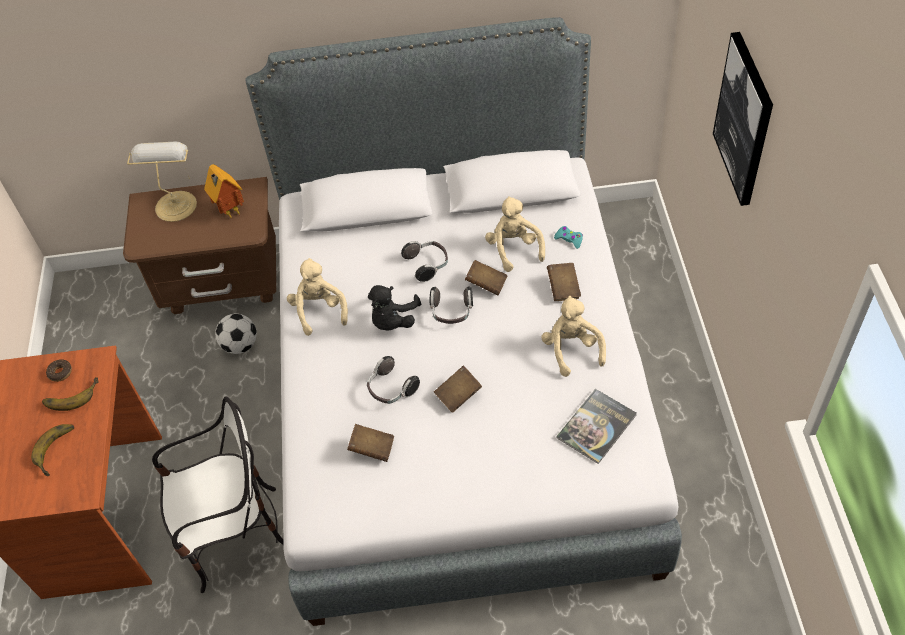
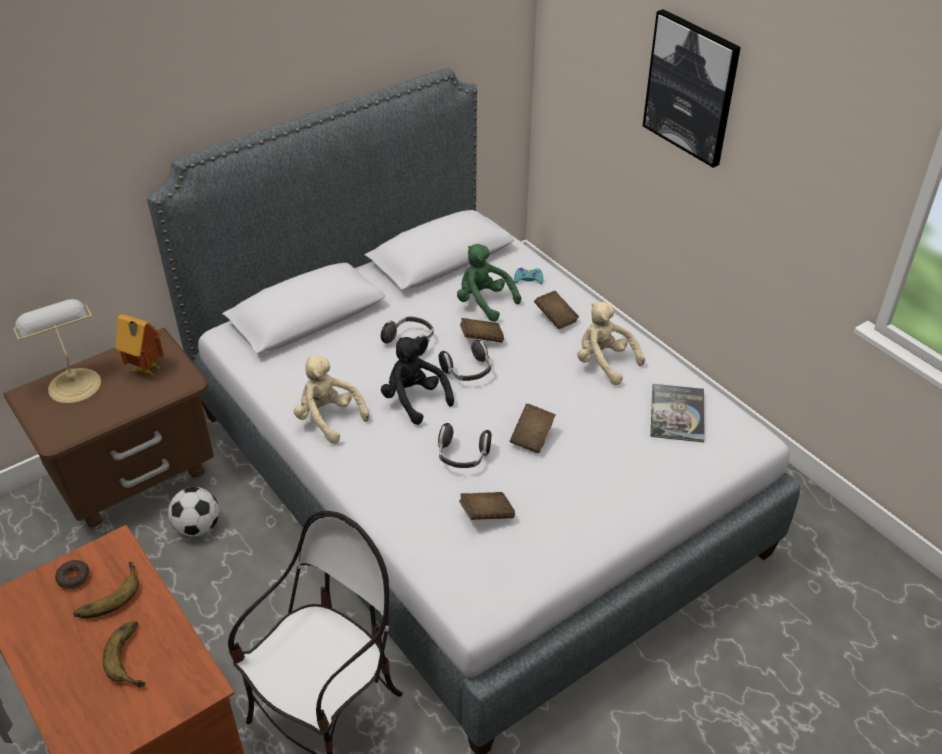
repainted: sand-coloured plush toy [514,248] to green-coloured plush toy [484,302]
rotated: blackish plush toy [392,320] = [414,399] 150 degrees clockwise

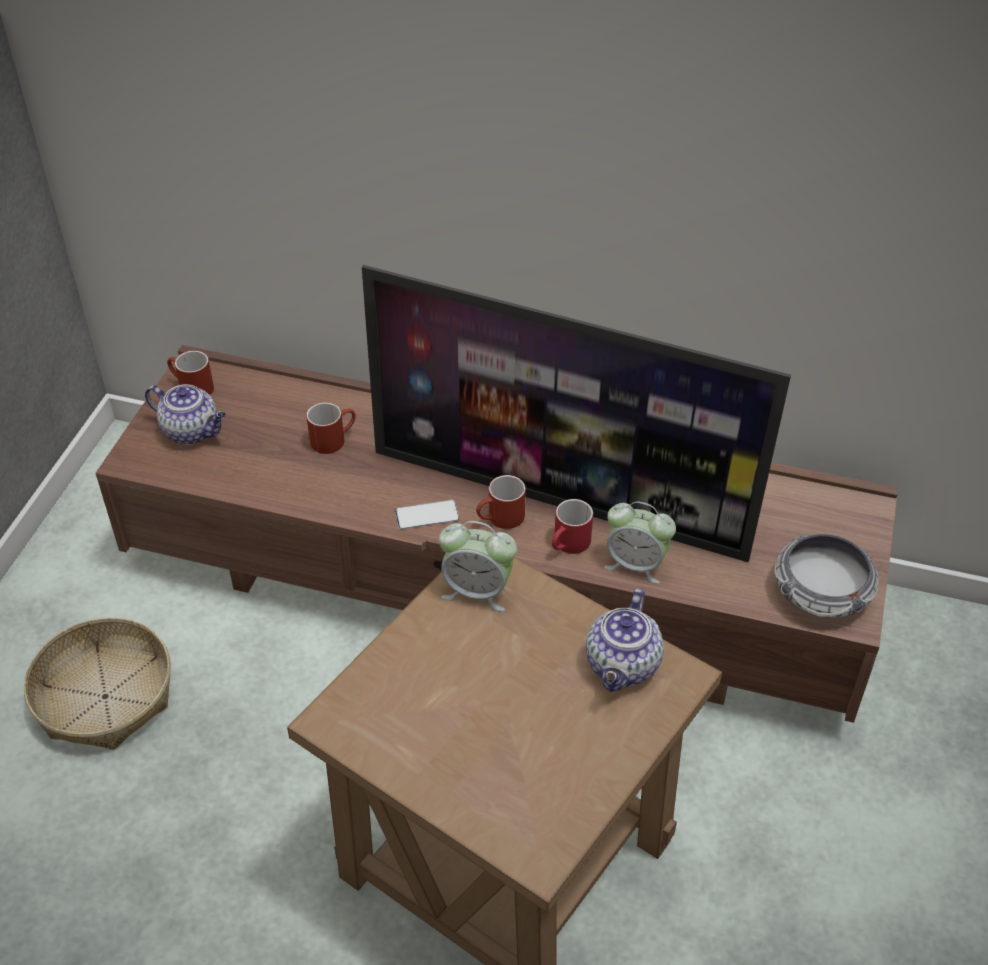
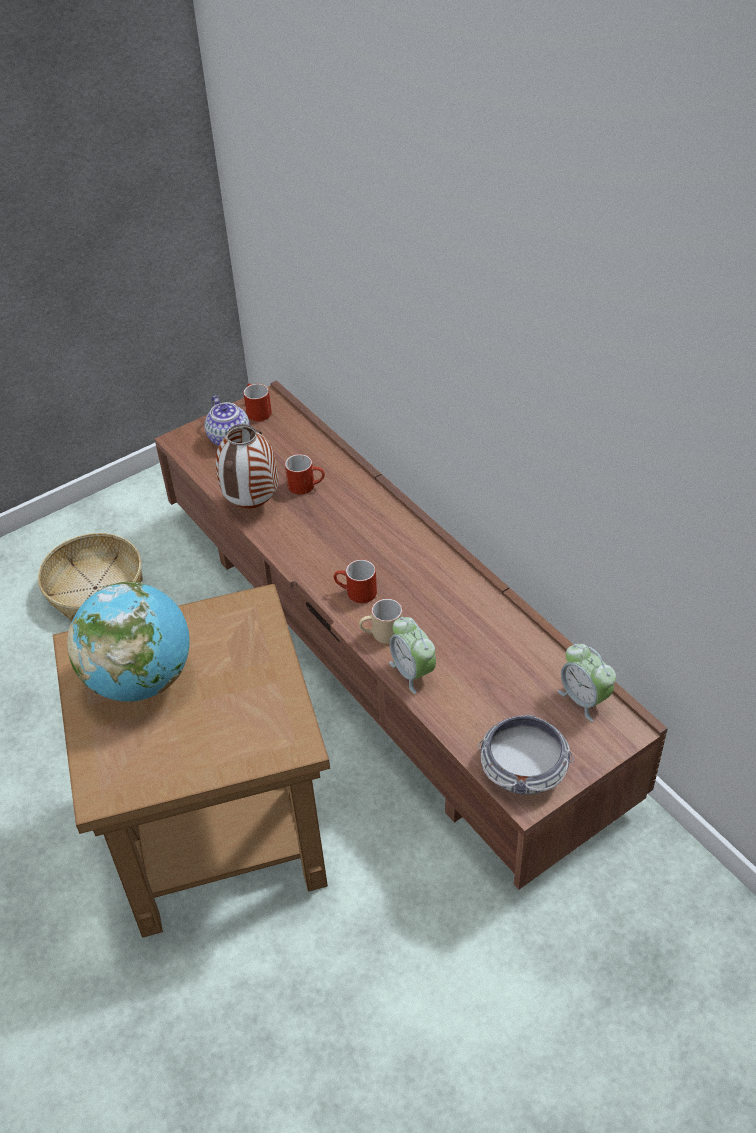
gone: television [559,501]; telephone [427,515]; pot for tea [623,666]
new: world globe [141,679]; vase [252,505]
shifted: alarm clock [477,591] to [584,699]
repainted: red mug [569,545] to sand-coloured mug [382,634]

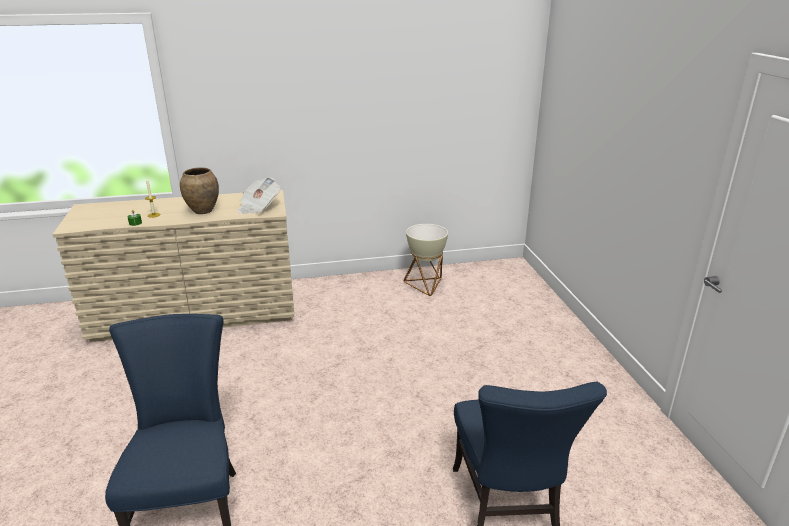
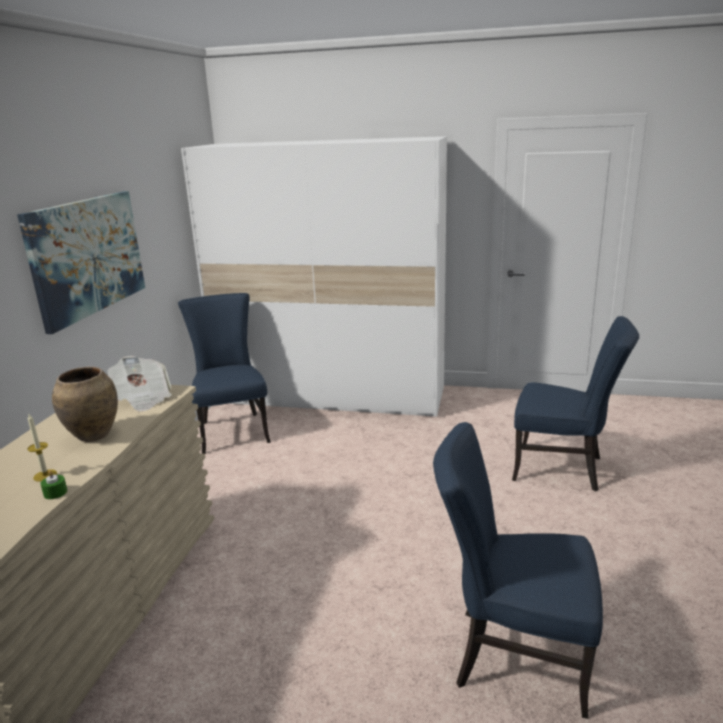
new: wall art [87,256]; white armoire [332,395]
swapped: flower pot [425,285] to bluish chair [232,430]

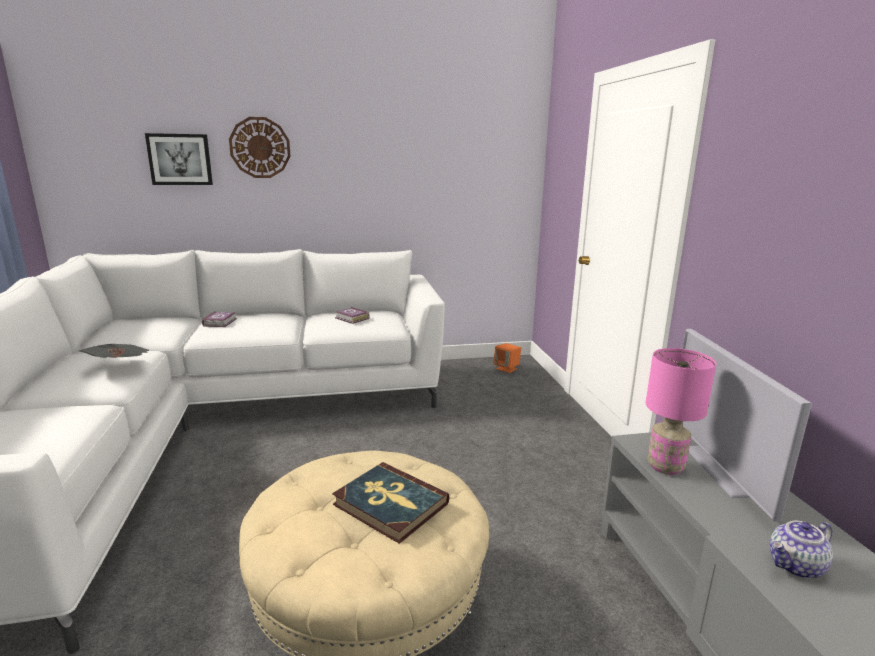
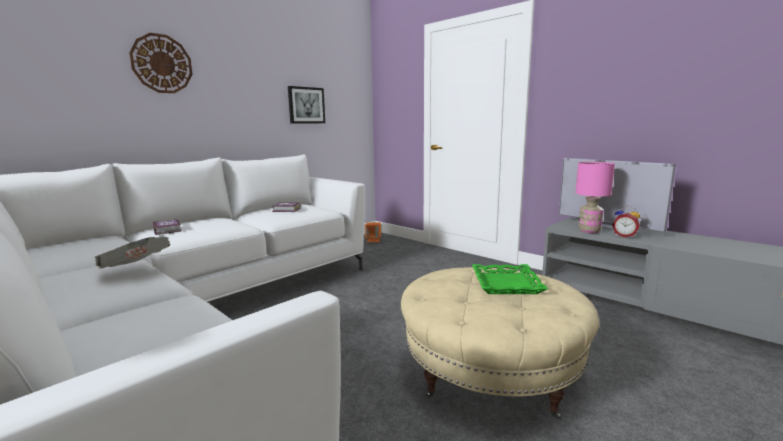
gone: pot for tea [796,566]
new: alarm clock [624,236]
shifted: wall art [180,159] to [306,105]
swapped: bound book [390,504] to green-coloured tray [507,284]

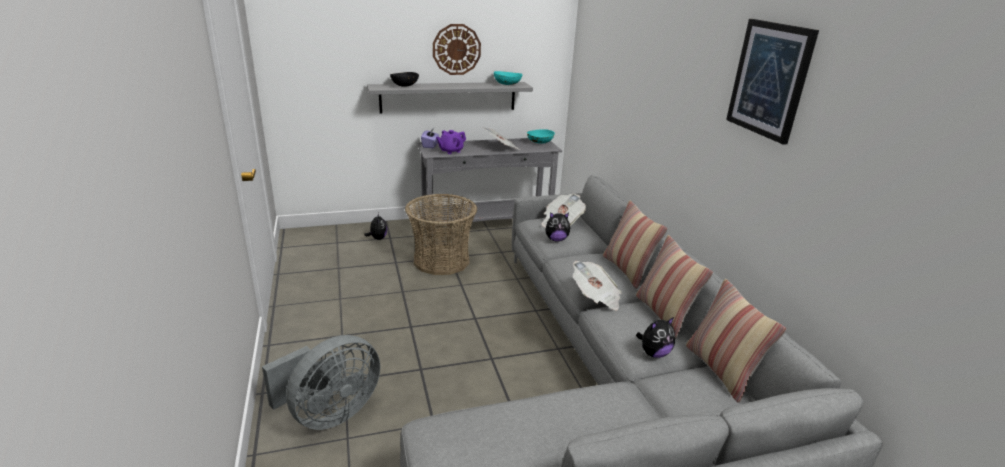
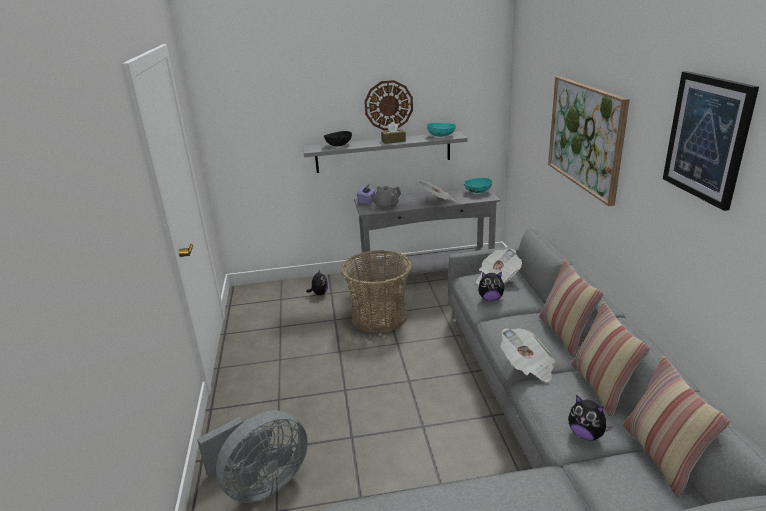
new: brown-coloured tissue holder [393,141]; wall art [585,136]
repainted: purple-coloured pot for tea [450,151] to grey pot for tea [386,206]
rotated: plush toy [654,353] = [586,434] 60 degrees clockwise

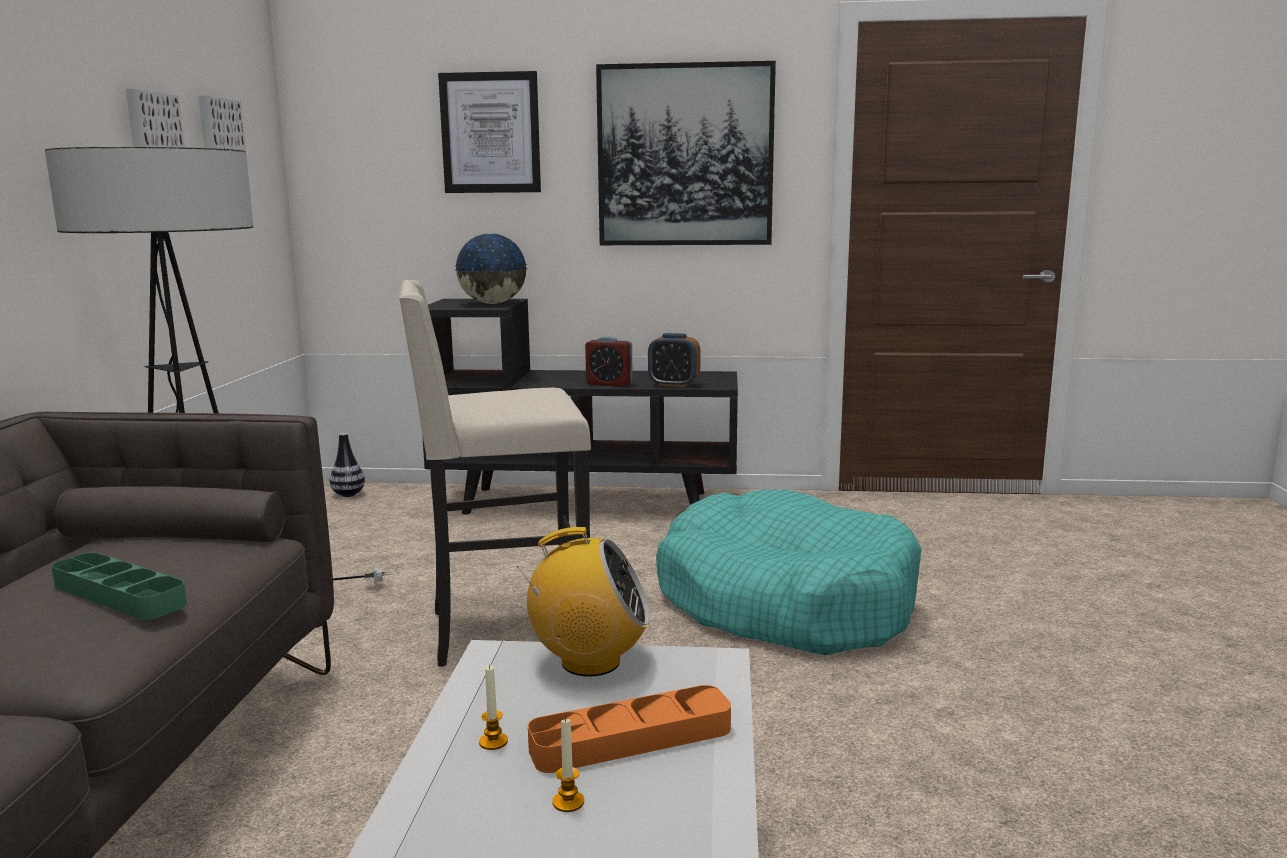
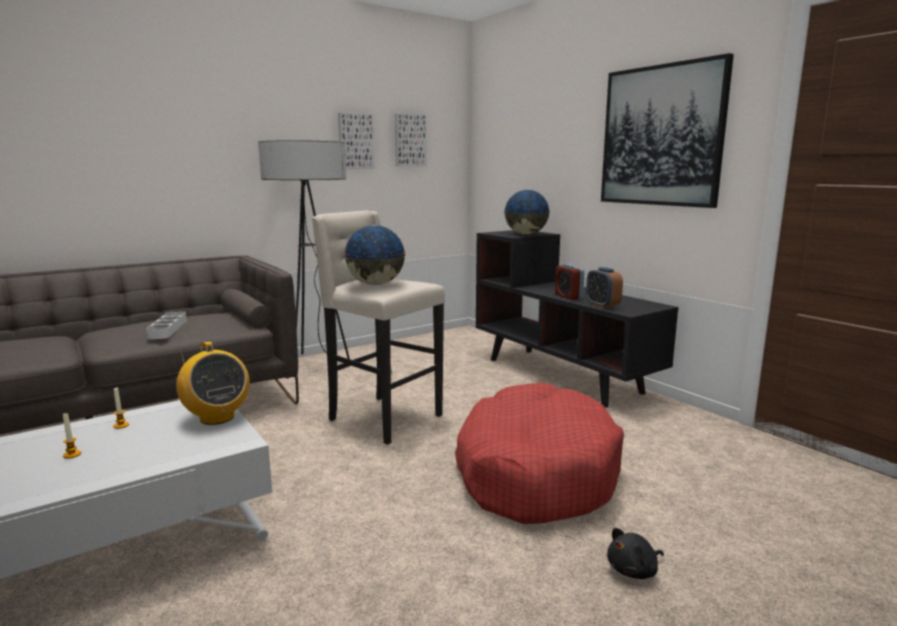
gone: vase [348,494]; wall art [490,133]; orange-coloured tray [631,738]
new: world globe [375,284]; blackish plush toy [634,570]
repainted: green-coloured tray [119,594] to grey tray [168,329]; turquoise-coloured dog bed [785,602] to red dog bed [535,472]

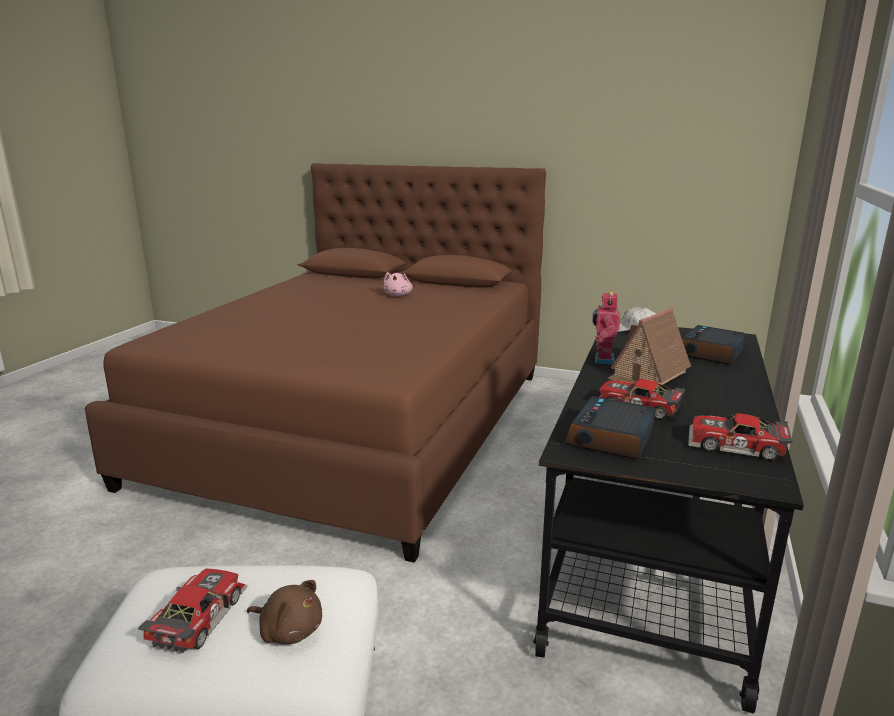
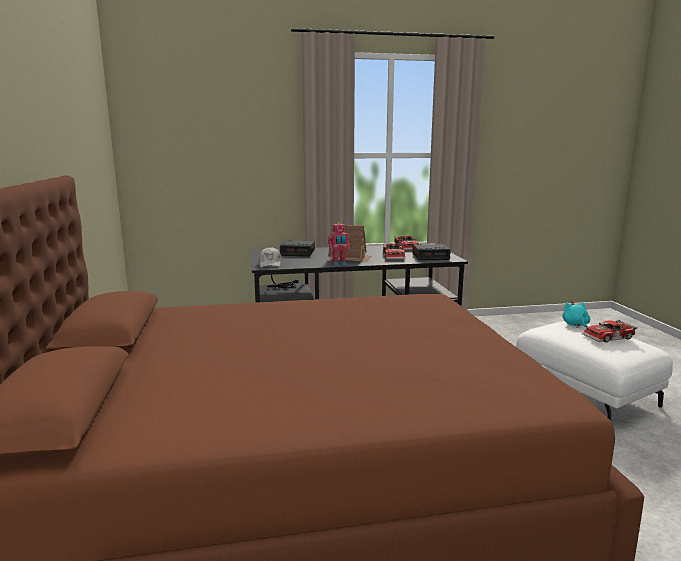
gone: pink-coloured plush toy [398,295]
repainted: brown-coloured plush toy [289,630] to turquoise-coloured plush toy [575,325]

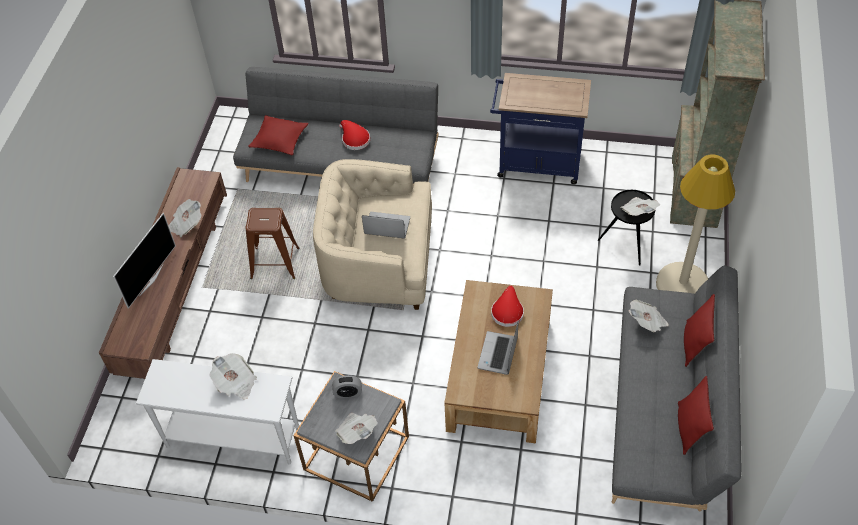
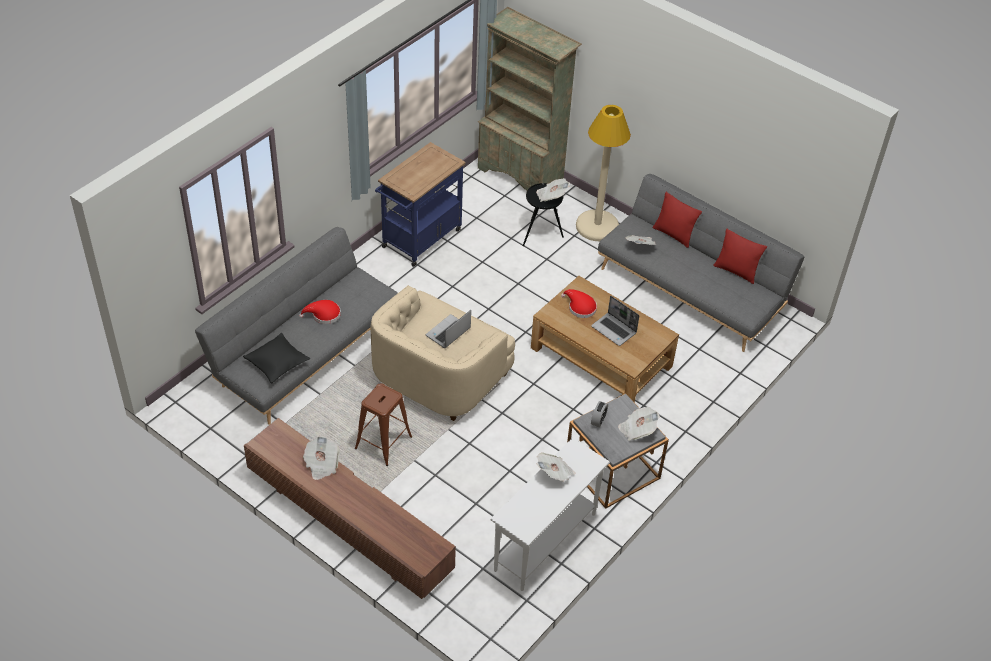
gone: television [151,279]
repainted: red throw pillow [279,140] to blackish throw pillow [277,362]

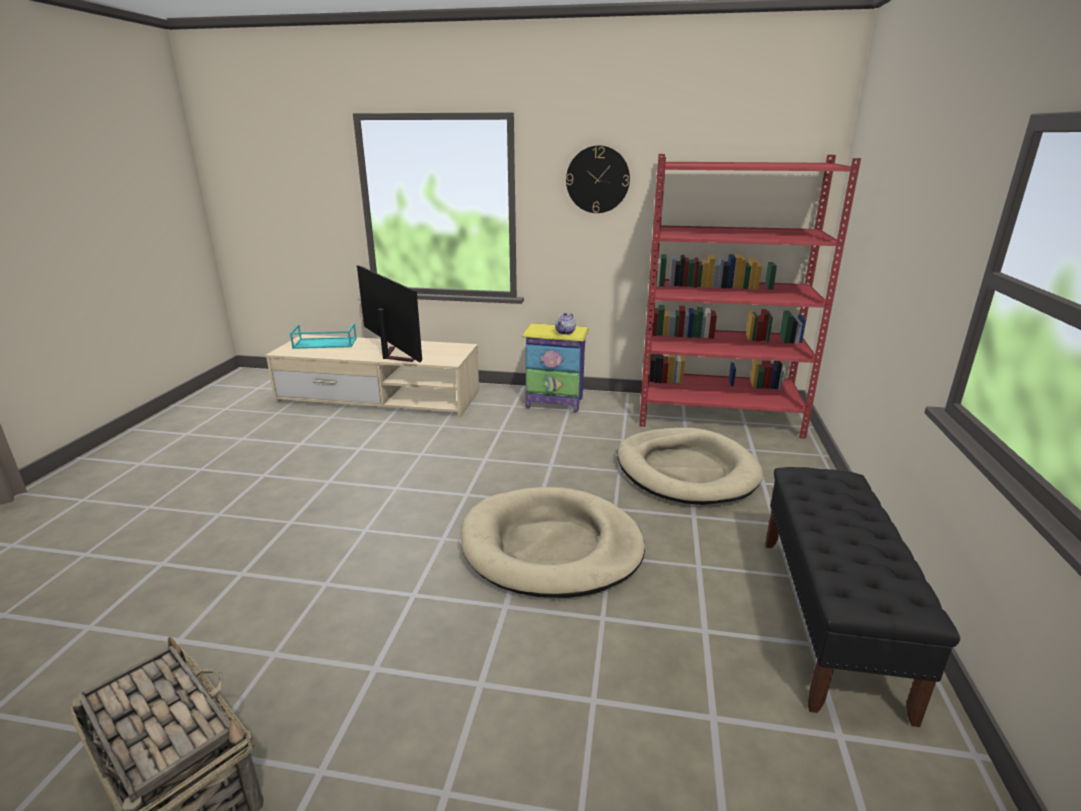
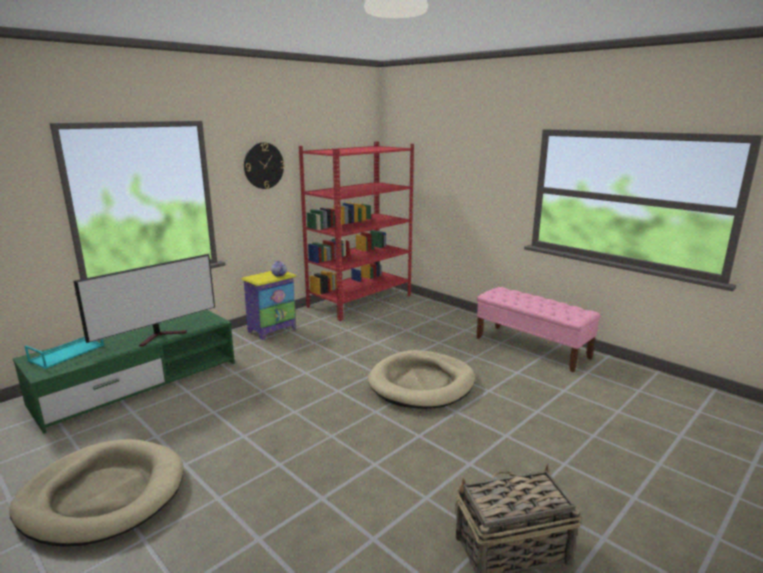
shifted: sand-coloured dog bed [685,471] to [103,495]
repainted: sand-coloured tv stand [380,396] to green-coloured tv stand [138,382]; blackish indoor bench [829,619] to pink-coloured indoor bench [532,348]
rotated: television [392,356] = [161,336] 135 degrees clockwise

